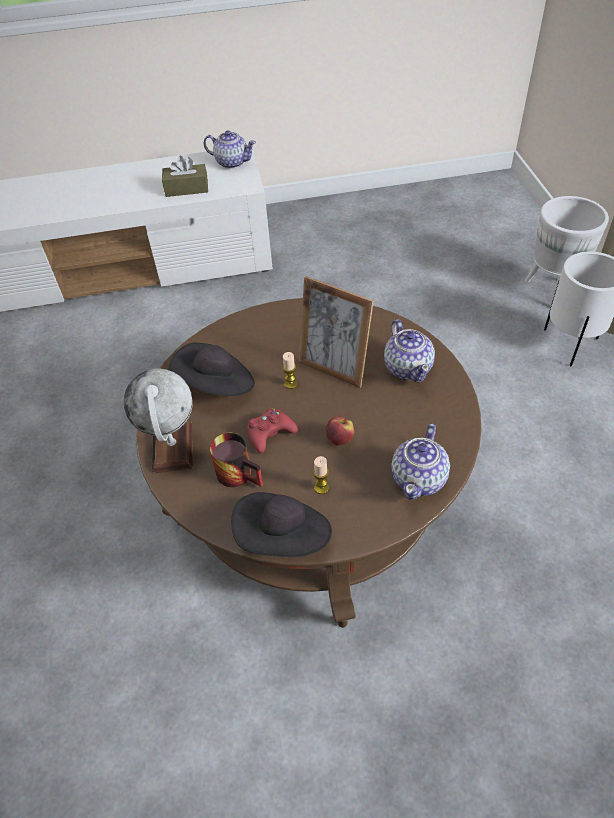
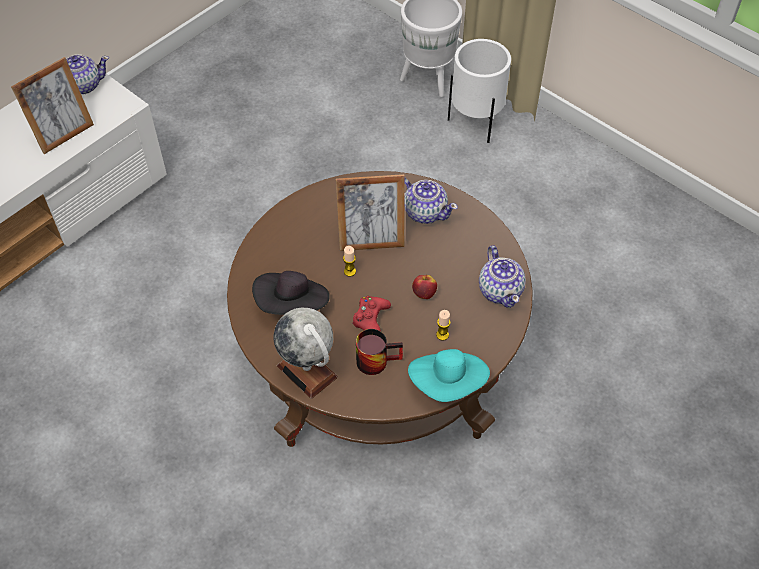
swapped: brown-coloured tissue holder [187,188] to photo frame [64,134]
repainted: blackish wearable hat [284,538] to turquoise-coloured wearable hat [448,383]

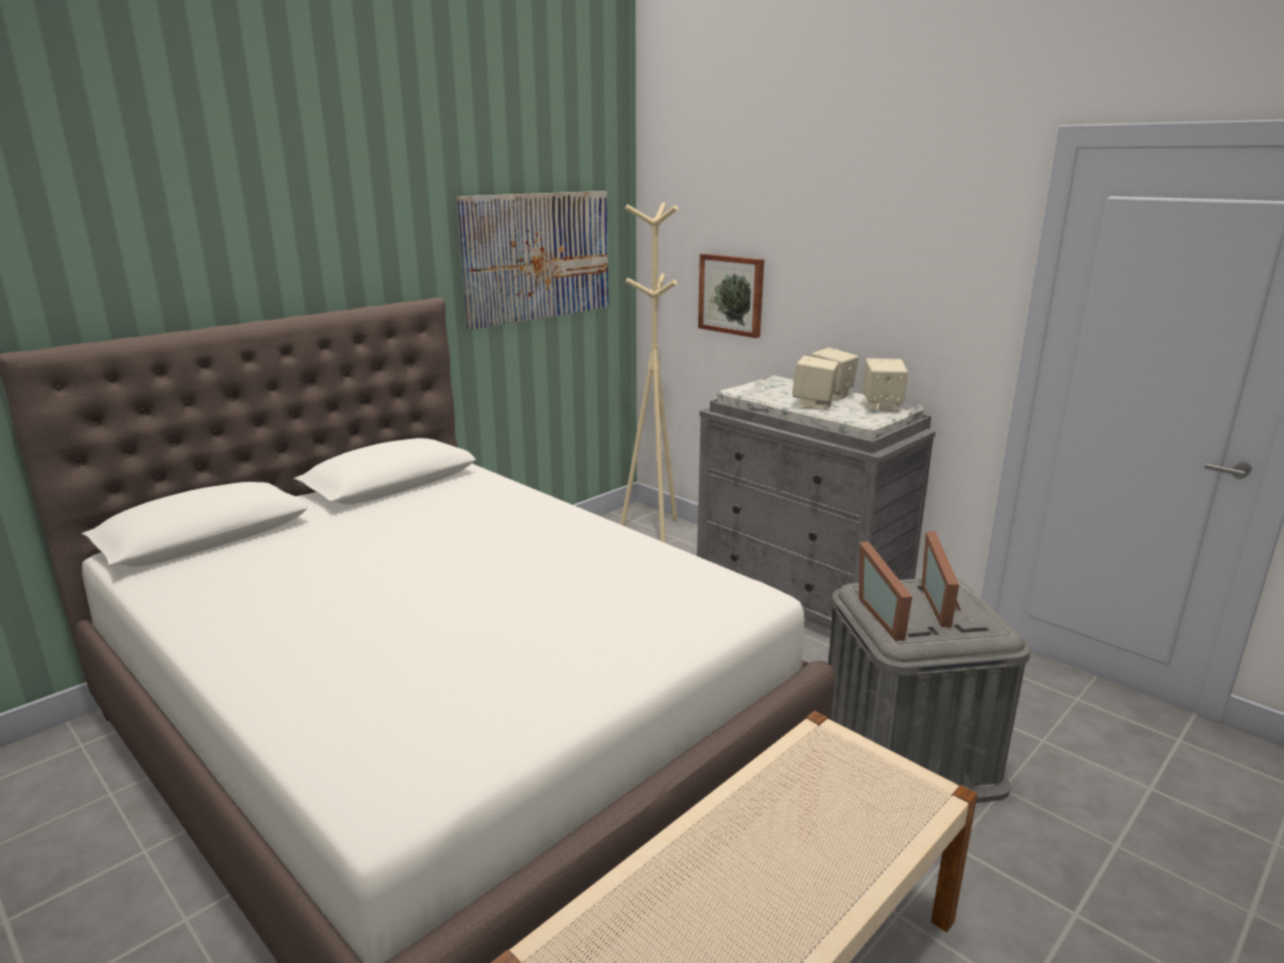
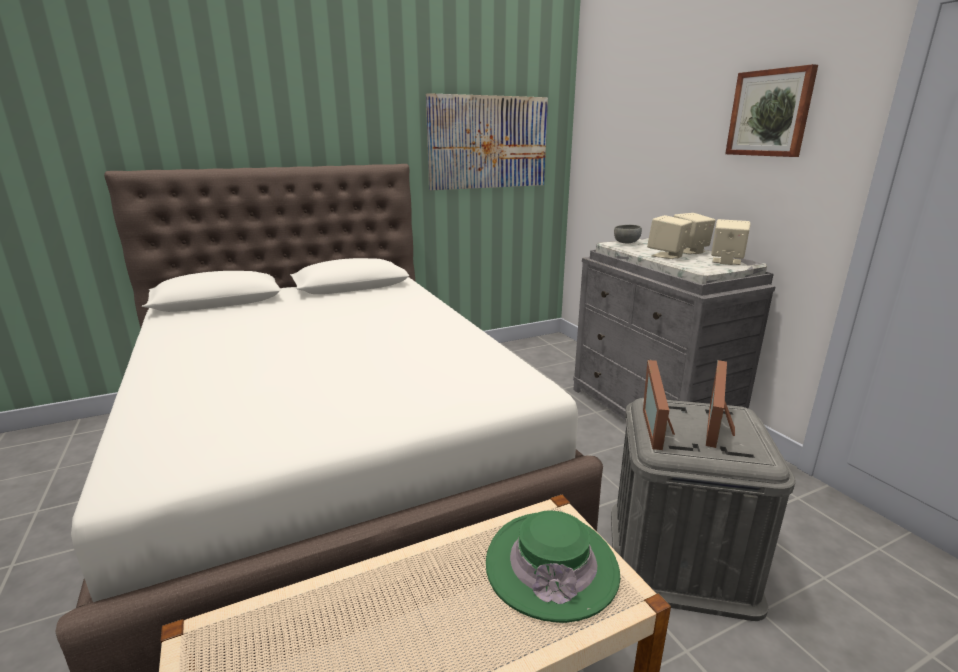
gone: sand-coloured garment stand [653,529]
new: green-coloured wearable hat [551,566]; grey deep dish [626,243]
shifted: wall art [732,294] to [770,113]

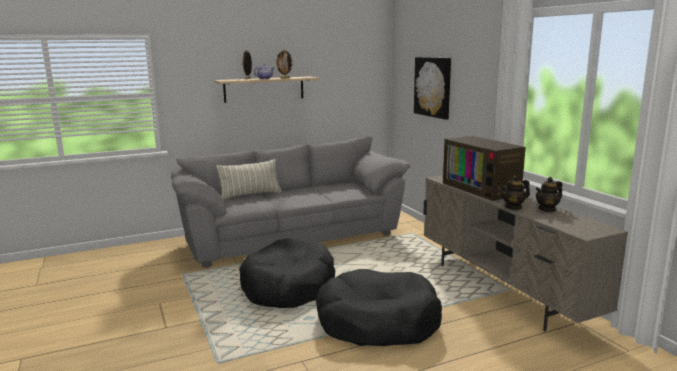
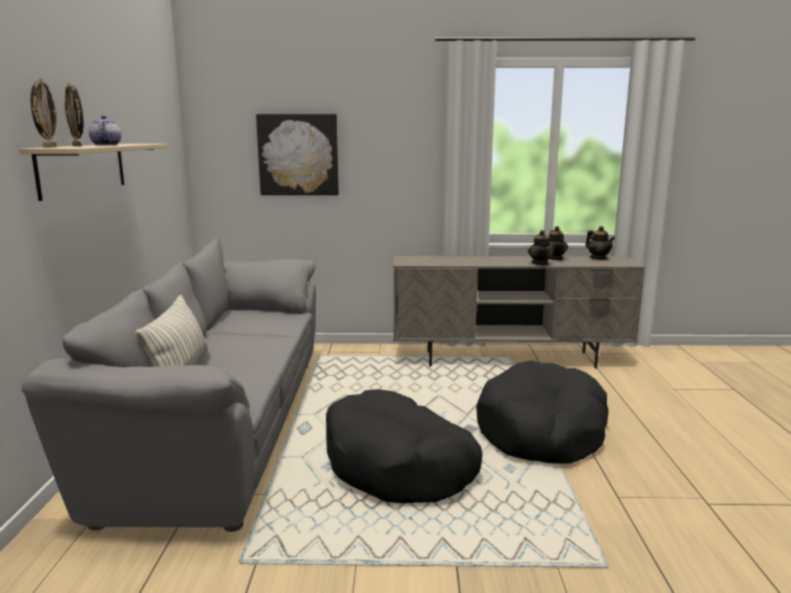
gone: television [483,188]
new: pot for tea [598,258]
shifted: photo frame [285,78] to [49,147]

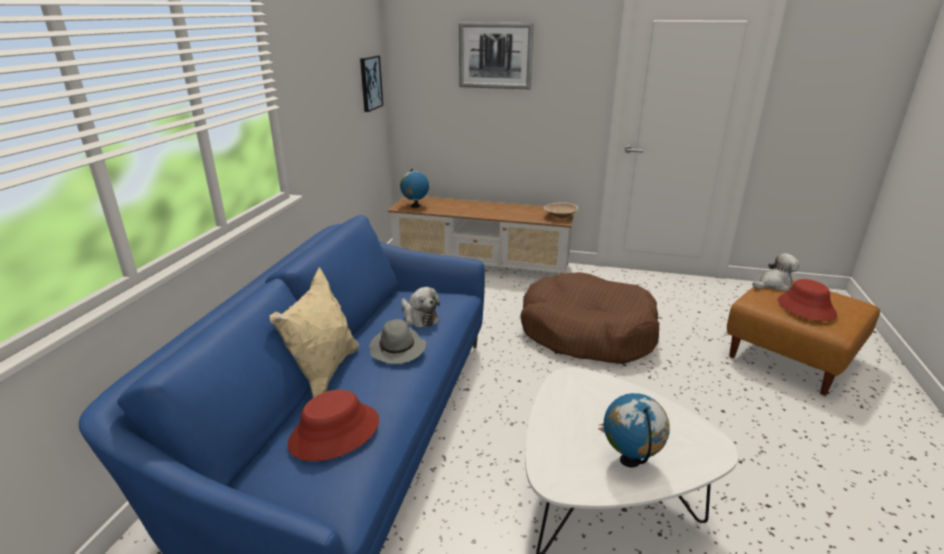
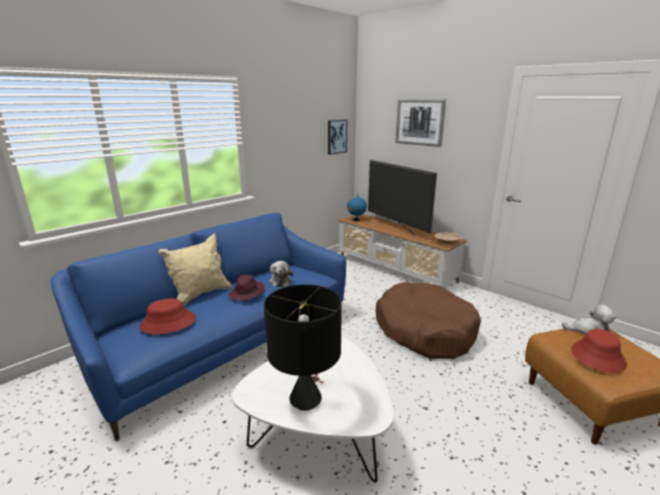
new: television [396,227]
swapped: world globe [630,461] to blackish tabletop lamp [305,401]
repainted: grey wearable hat [398,349] to purple-coloured wearable hat [247,293]

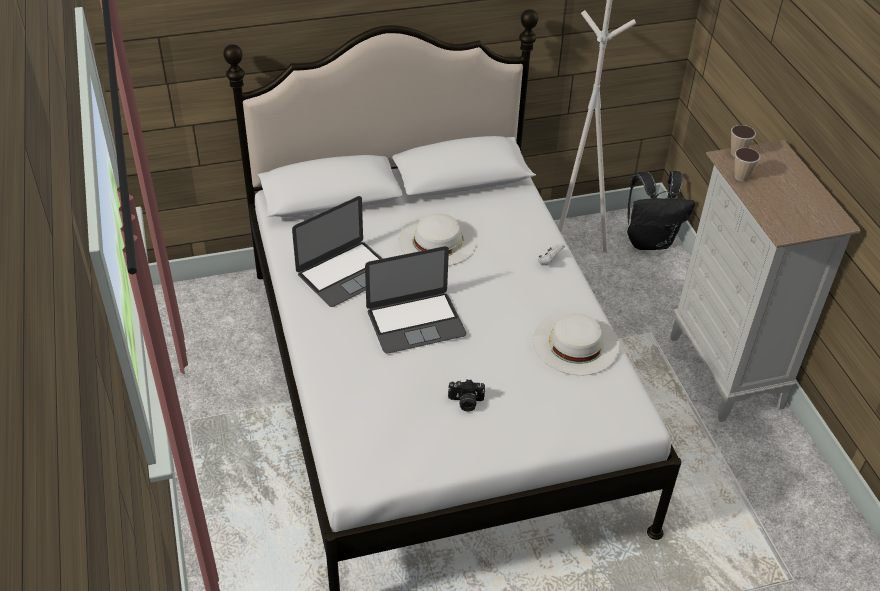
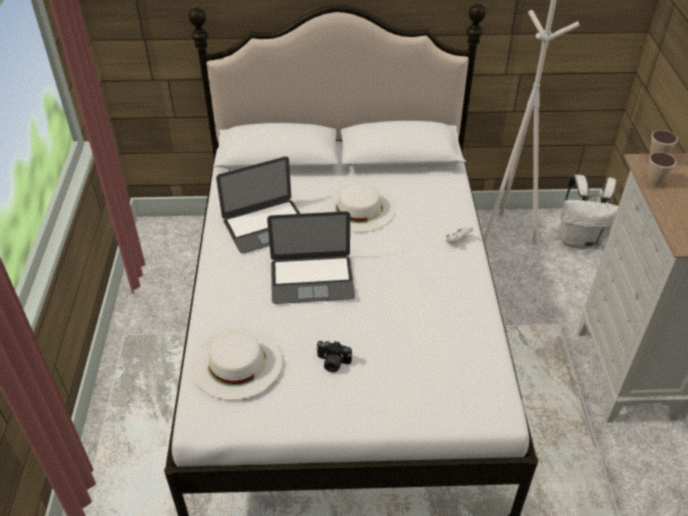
shifted: white wearable hat [575,343] to [236,363]
repainted: blackish backpack [650,241] to white backpack [580,240]

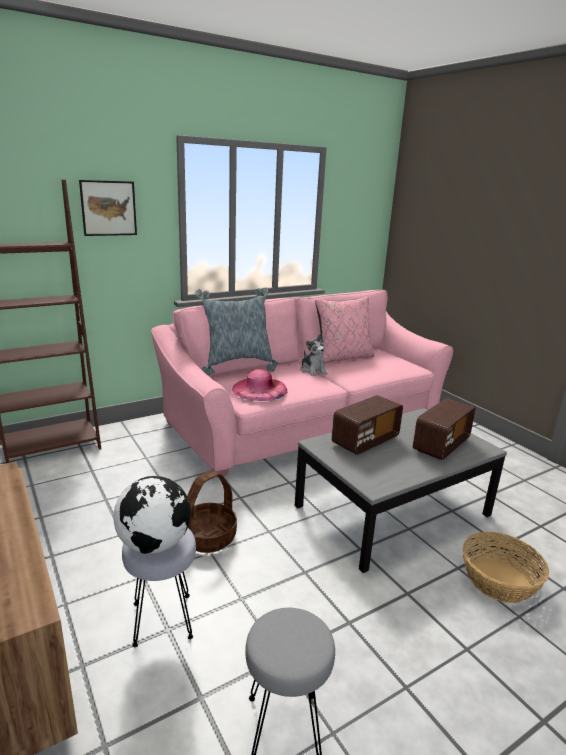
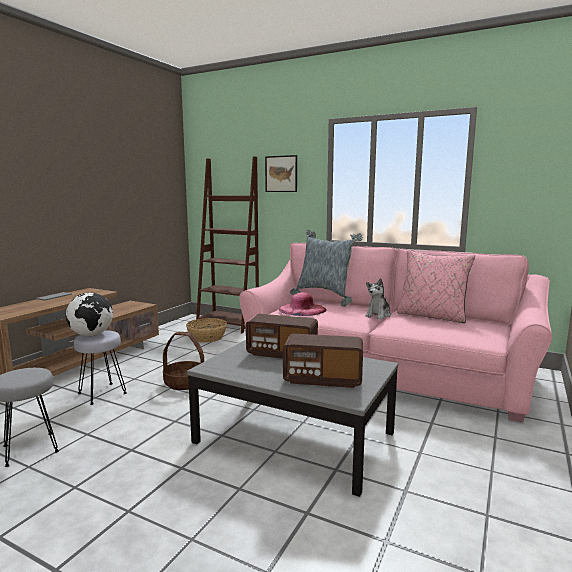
shifted: storage basket [499,580] to [207,337]

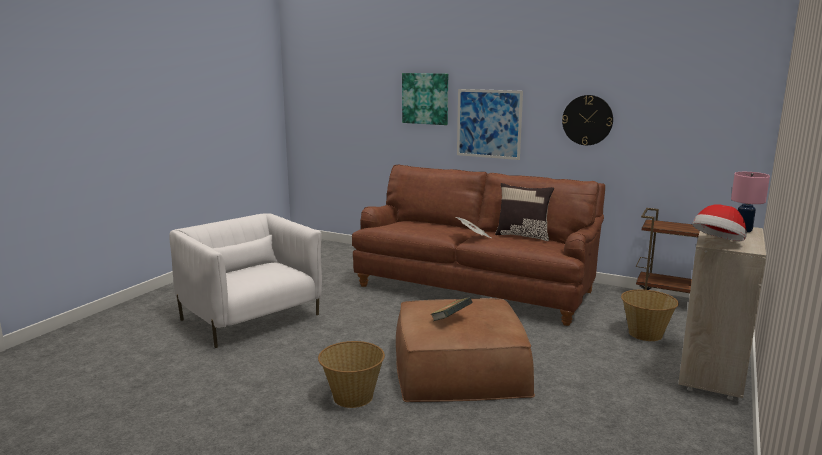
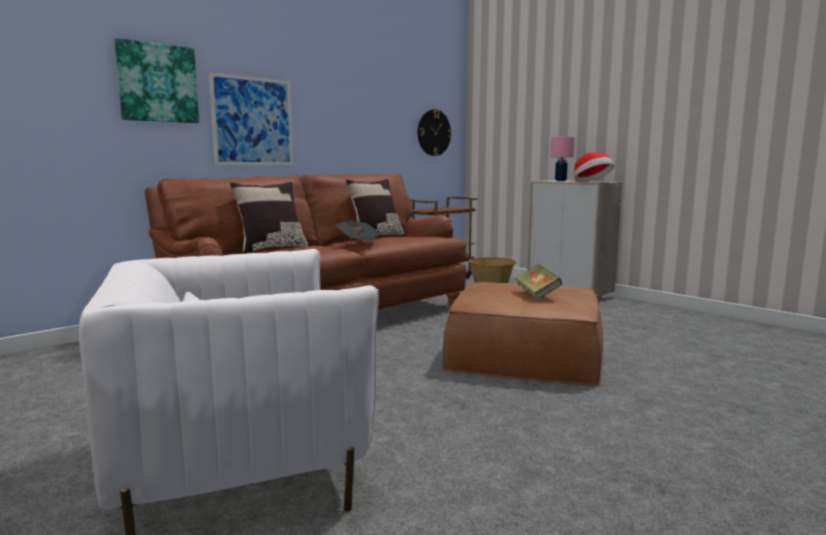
gone: storage basket [352,397]
new: throw pillow [271,249]
shifted: clock on the wall [587,120] to [433,132]

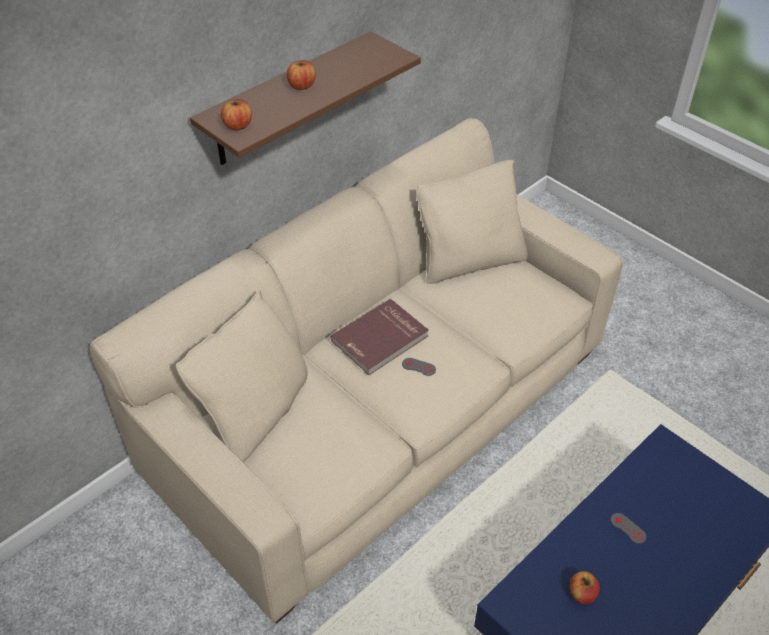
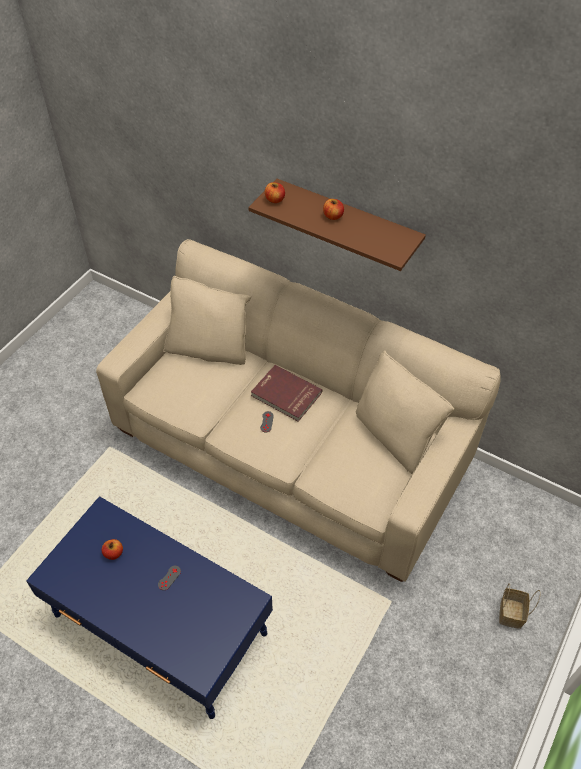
new: storage basket [511,614]

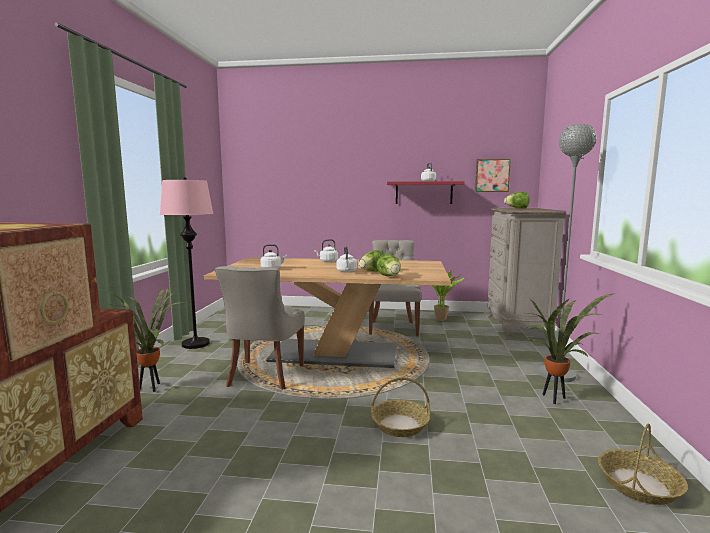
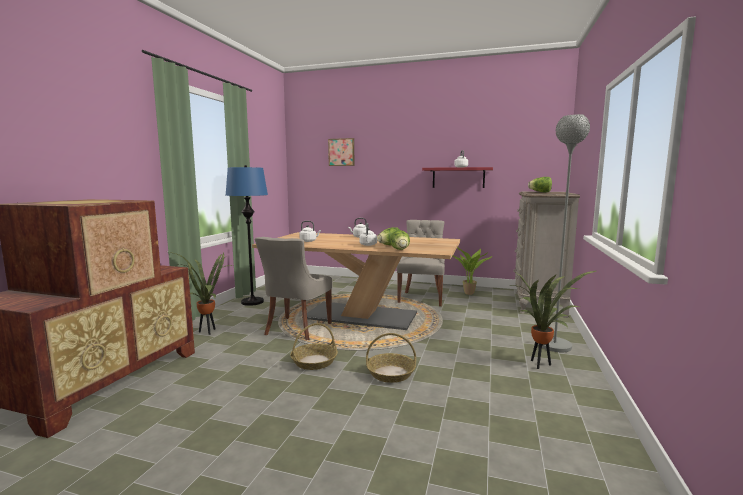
shifted: storage basket [638,484] to [314,361]; wall art [492,175] to [341,152]
repainted: pink-coloured floor lamp [195,344] to bluish floor lamp [252,302]

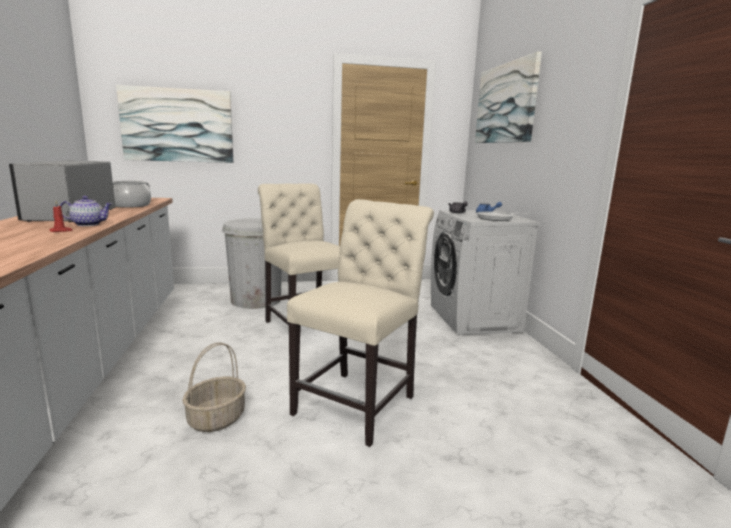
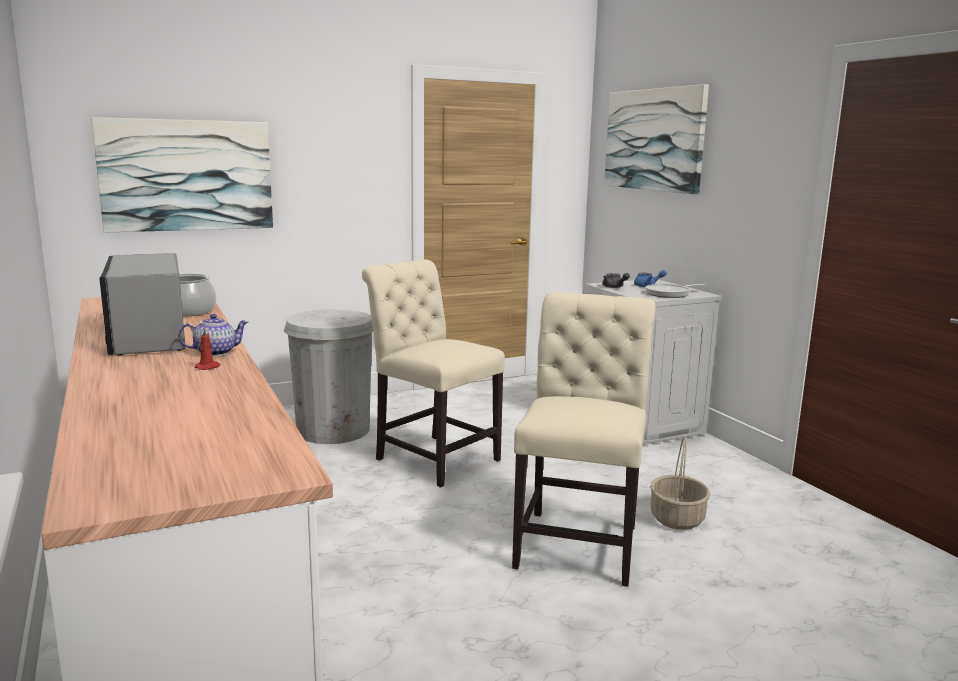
shifted: storage basket [216,418] to [676,518]

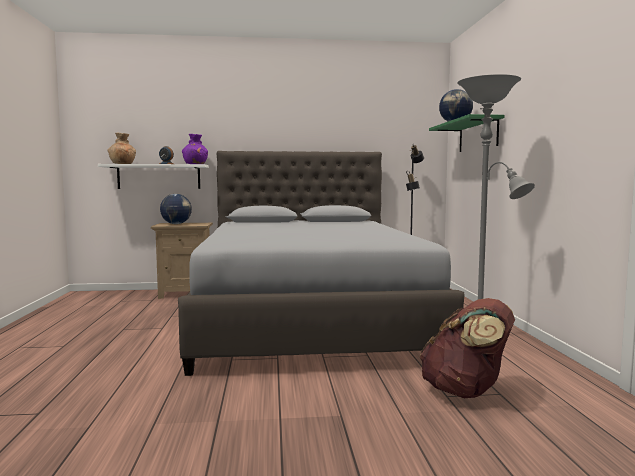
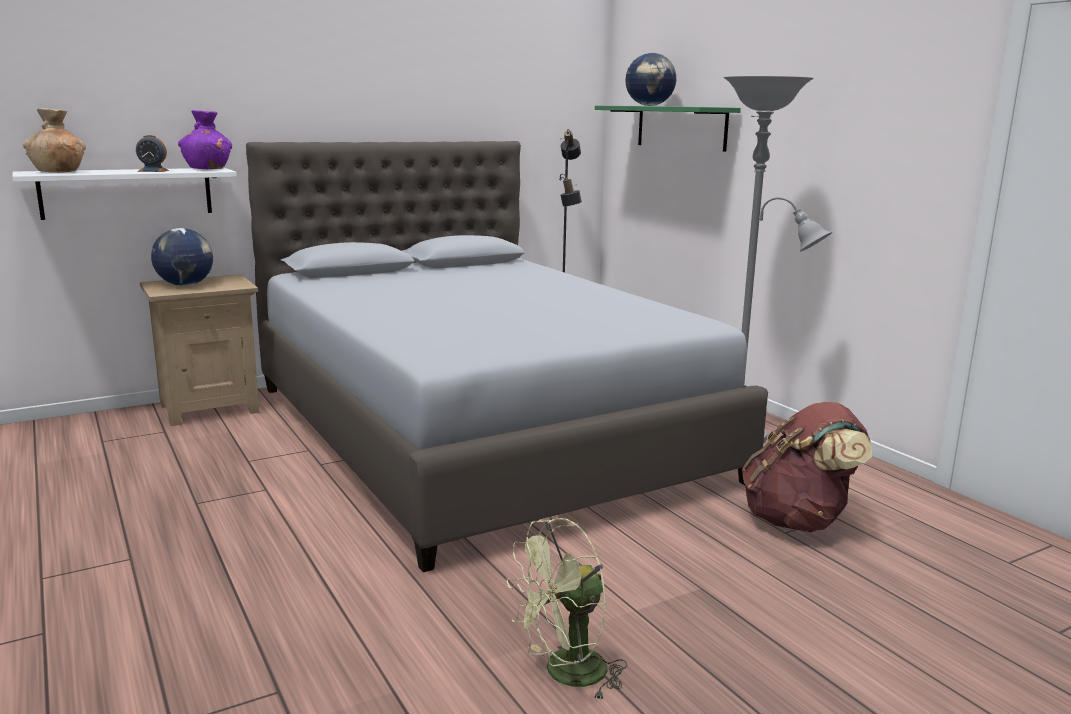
new: green-coloured electric fan [565,675]

